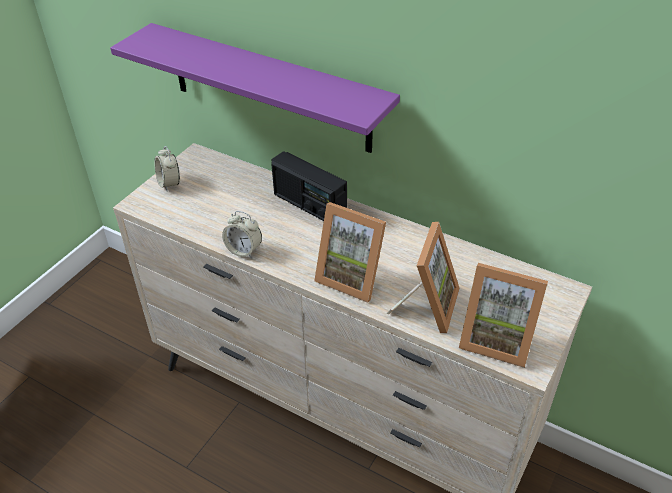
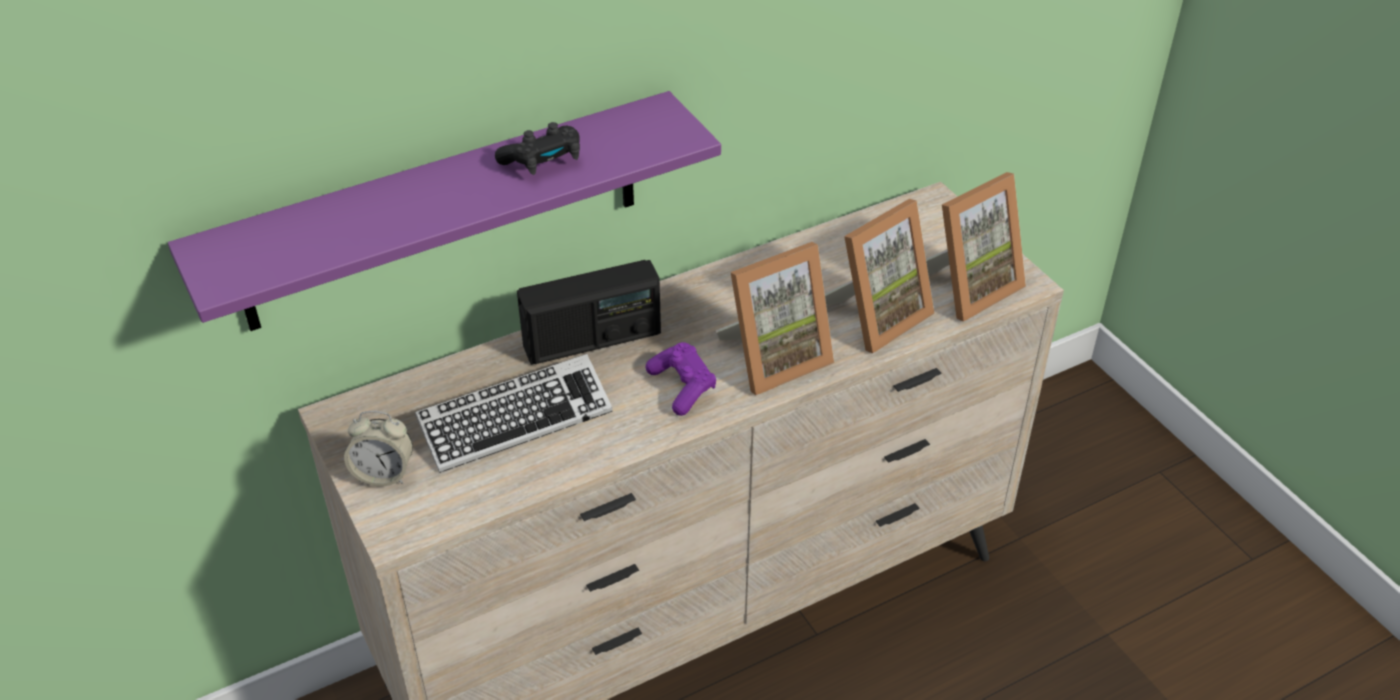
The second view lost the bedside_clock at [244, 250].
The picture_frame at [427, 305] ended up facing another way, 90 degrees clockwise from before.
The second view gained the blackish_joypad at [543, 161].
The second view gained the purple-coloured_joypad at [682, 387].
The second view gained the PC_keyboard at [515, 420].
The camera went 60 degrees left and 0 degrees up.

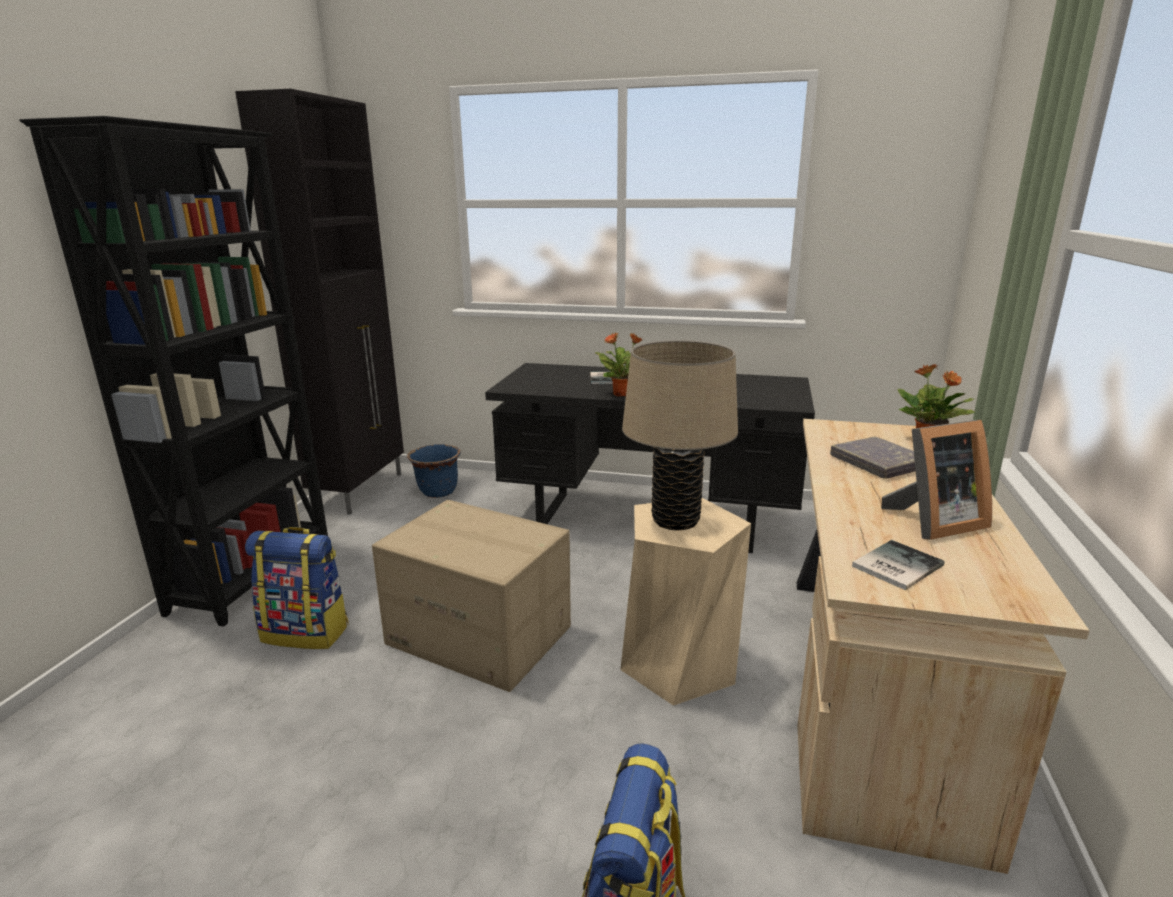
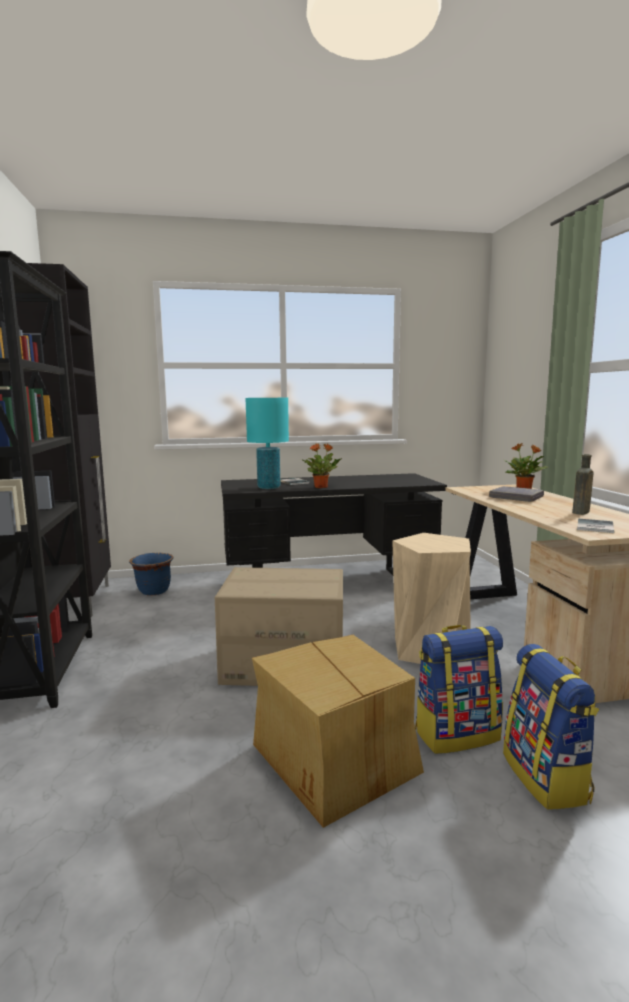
The second view lost the beige_lamp_for_a_table at [675, 520].
Where the picture_frame stood at [932, 522], the brown-coloured_bottle came to stand at [580, 512].
The knapsack ended up elsewhere, having gone from [307, 632] to [456, 734].
The second view gained the turquoise_lamp_for_a_table at [269, 487].
The second view gained the carton at [336, 760].
The camera went 25 degrees left and 10 degrees down.

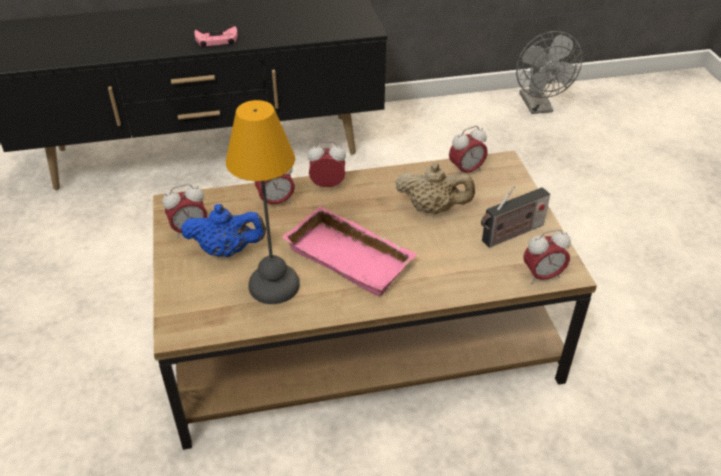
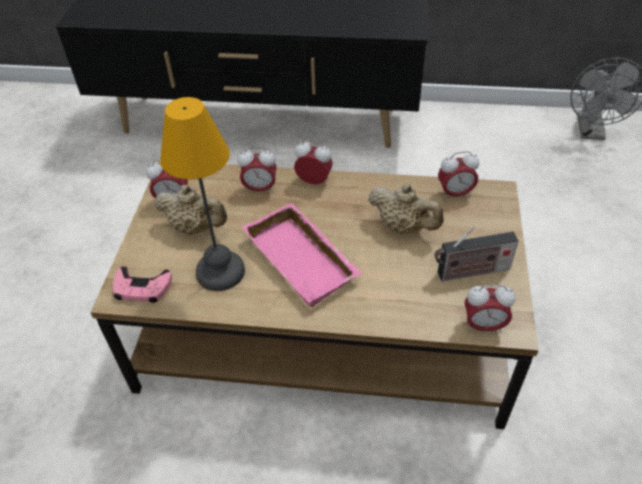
The pink_joypad ended up elsewhere, having gone from [217, 40] to [142, 288].
What was the bluish_teapot at [227, 250] turned into the beige_teapot at [195, 227].
The camera went 20 degrees right and 5 degrees up.

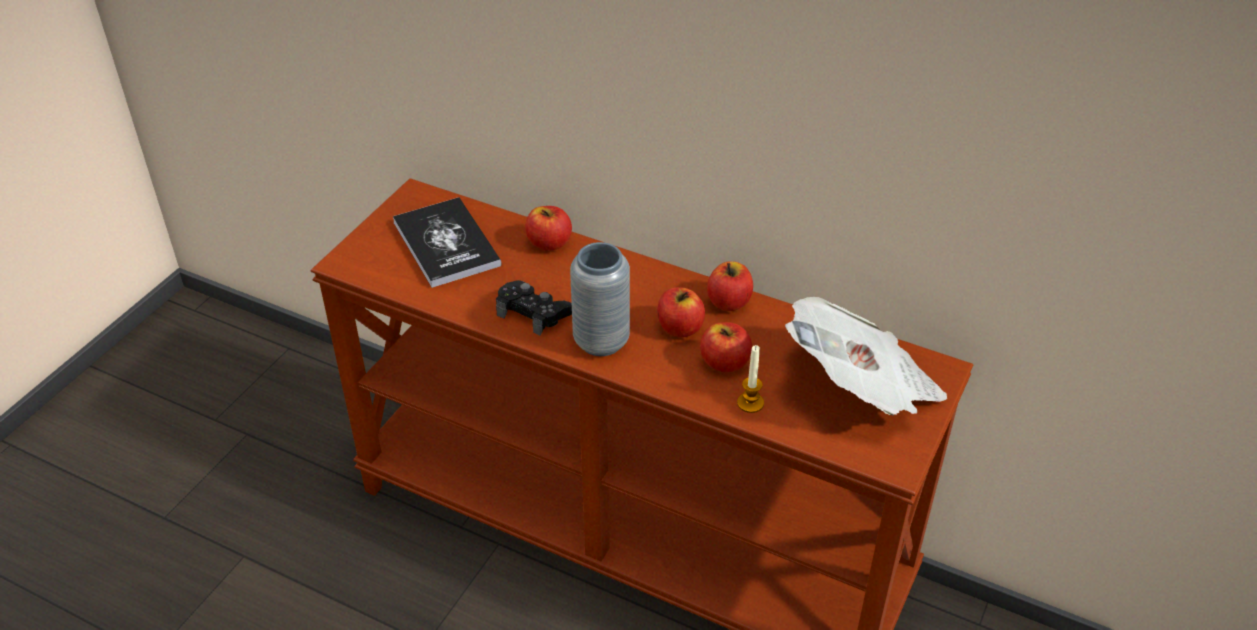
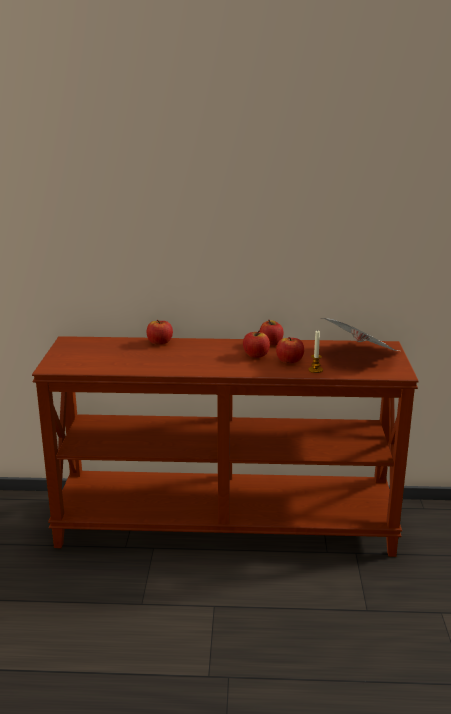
The second view lost the bound_book at [446, 244].
The second view lost the greyish_vase at [601, 342].
The second view lost the blackish_joypad at [533, 313].
The camera went 25 degrees left and 20 degrees down.

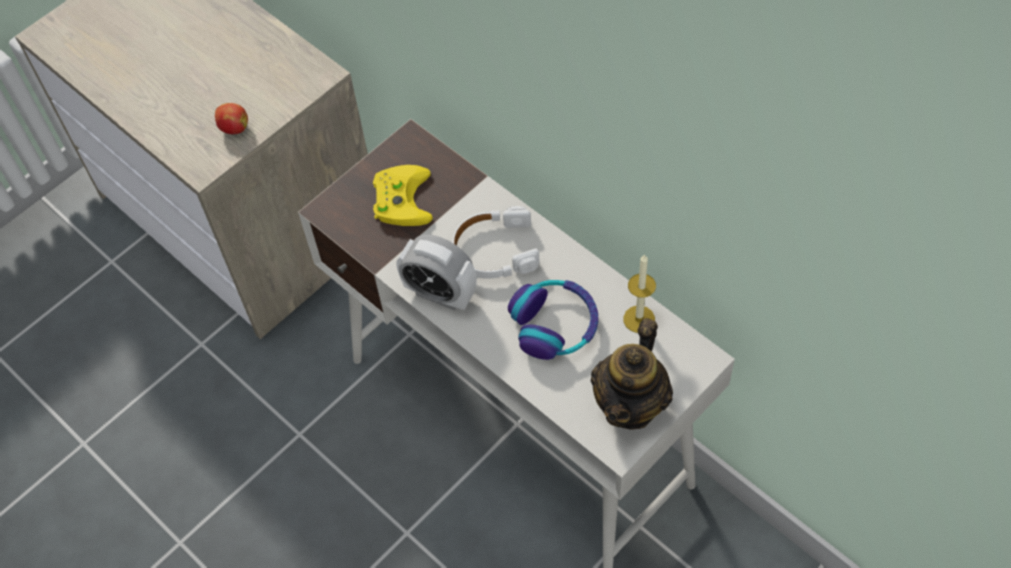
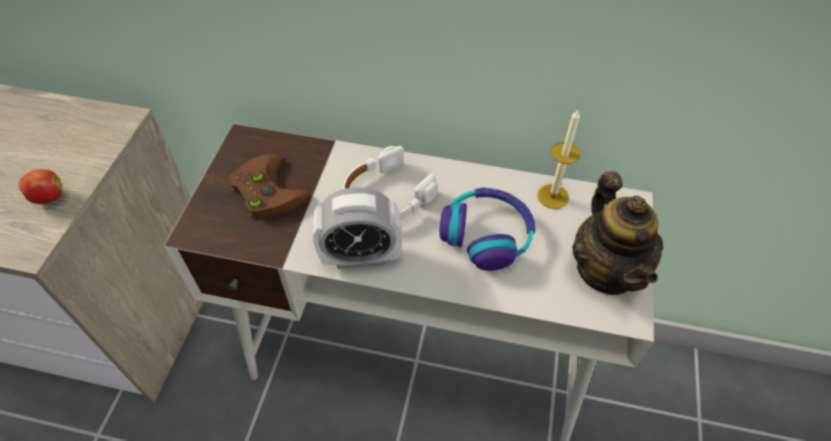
What was the yellowish_joypad at [400, 198] turned into the brown-coloured_joypad at [264, 190].
The camera went 35 degrees left and 5 degrees down.

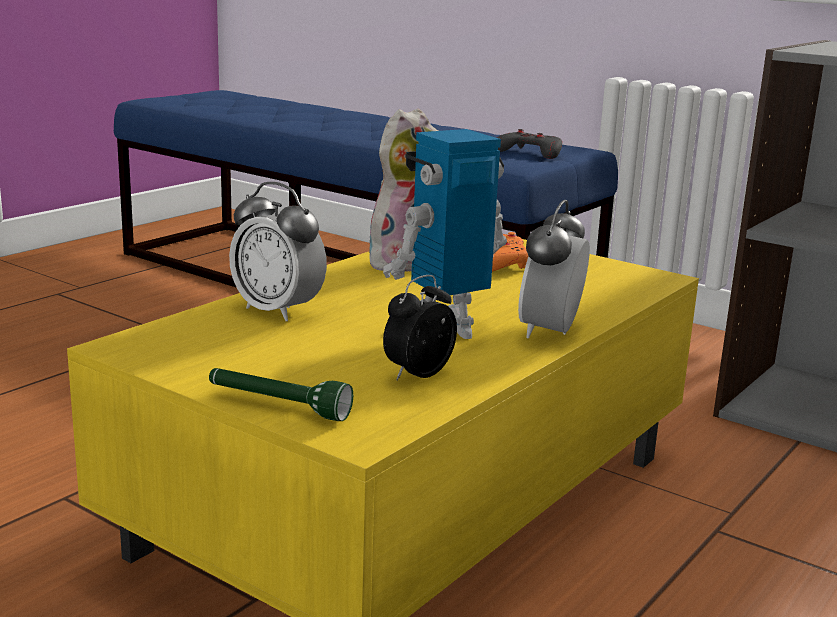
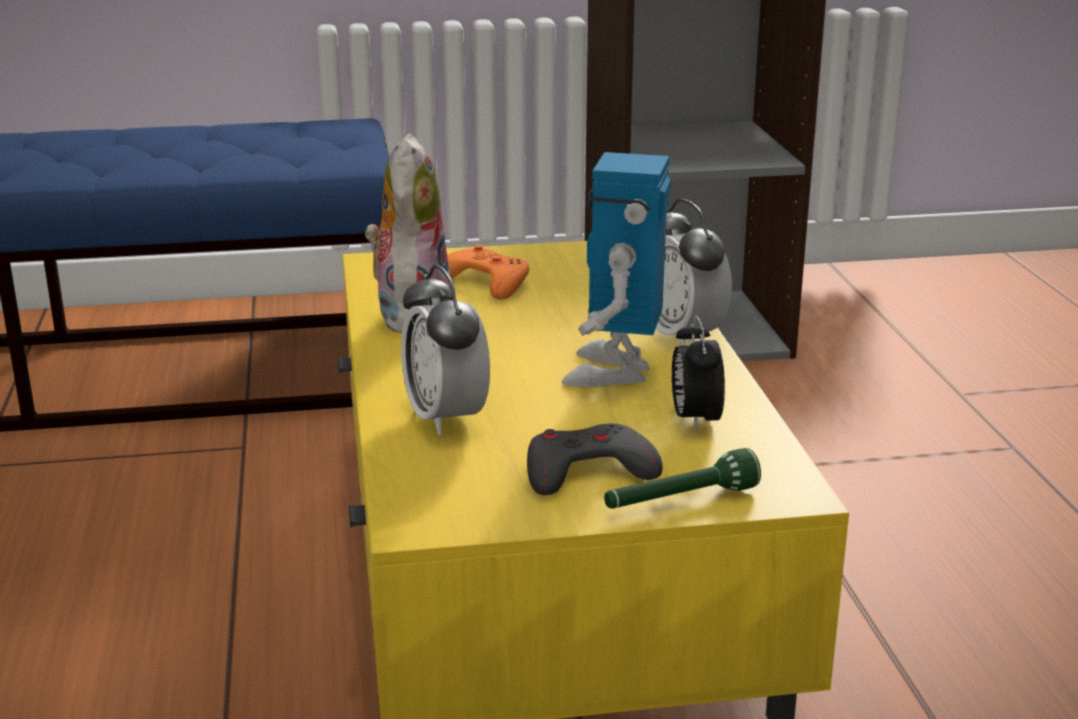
The greyish_joypad ended up elsewhere, having gone from [529, 152] to [587, 471].
The bedside_clock at [278, 311] ended up facing another way, 75 degrees clockwise from before.
The camera went 45 degrees left and 5 degrees up.

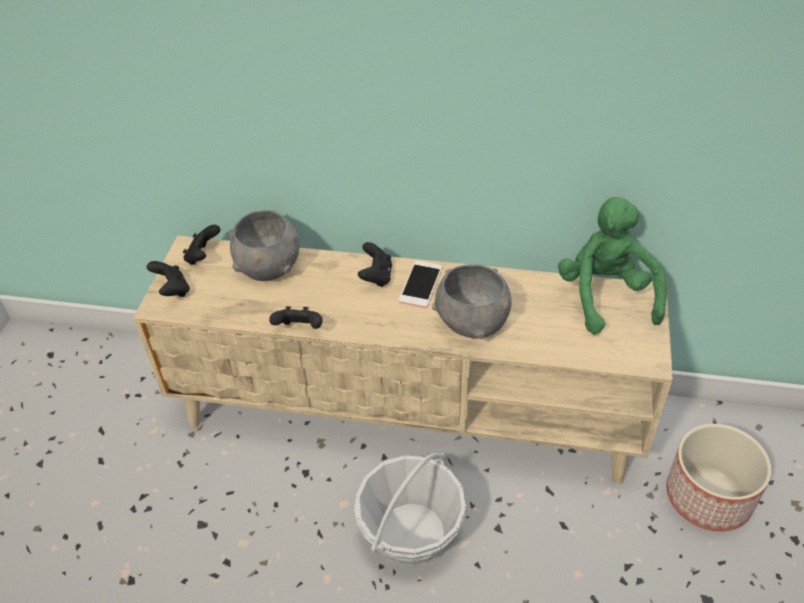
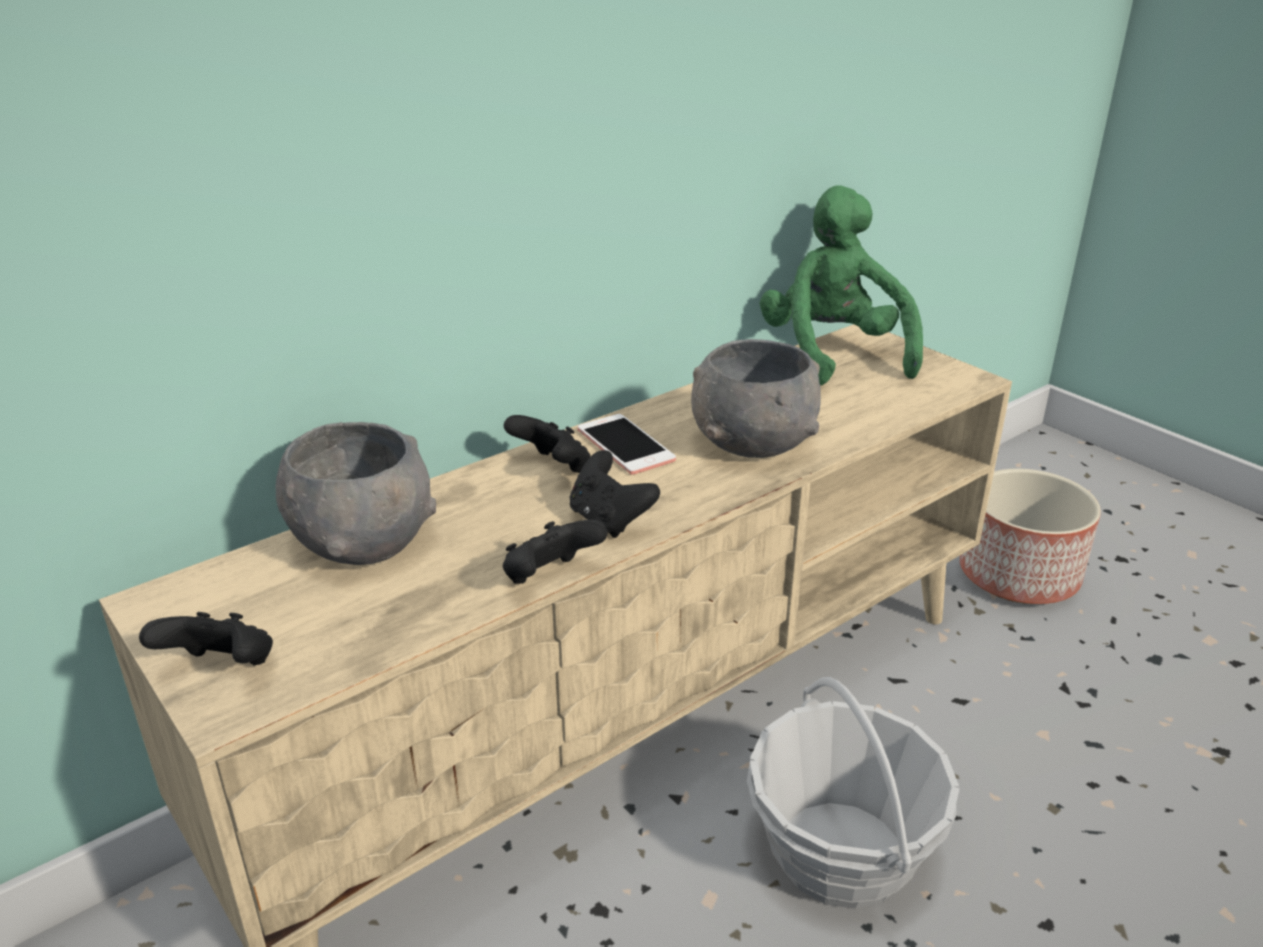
The green_plush_toy at [605, 296] ended up facing another way, 45 degrees clockwise from before.
The blackish_joypad ended up elsewhere, having gone from [203, 256] to [609, 520].
The camera went 50 degrees left and 15 degrees down.

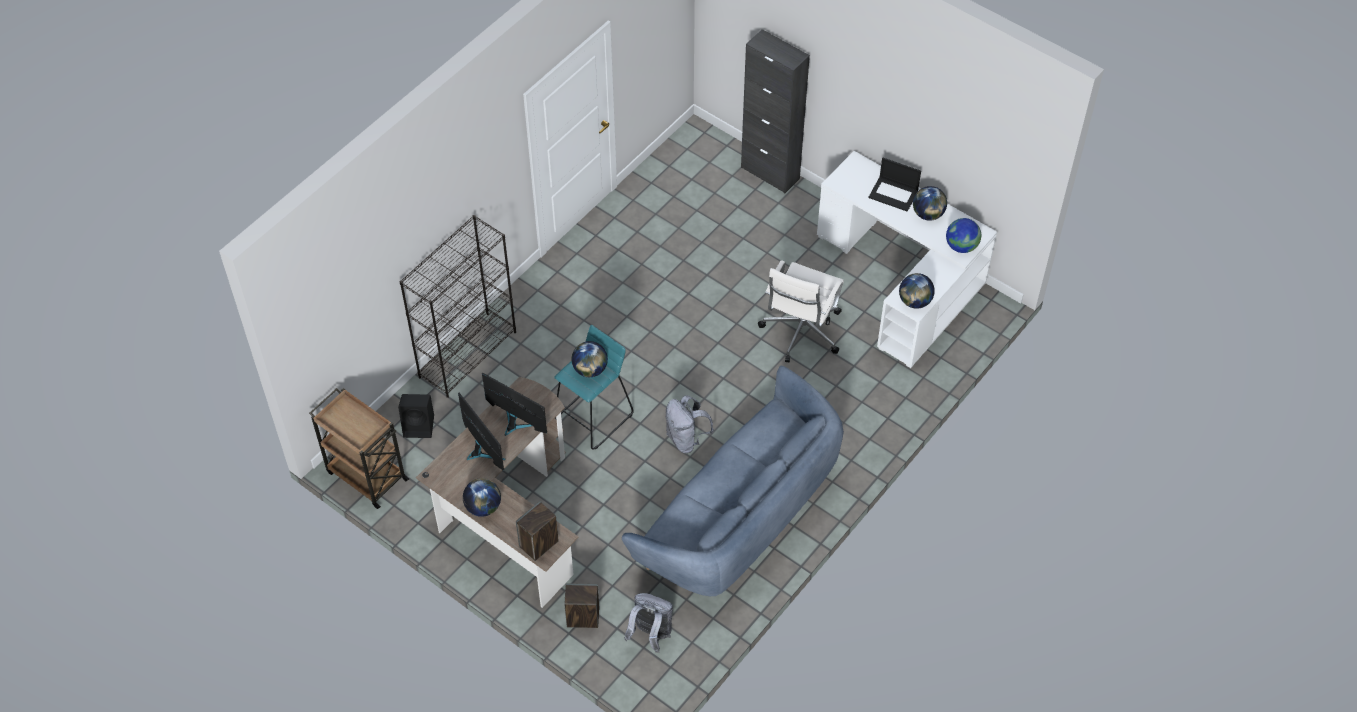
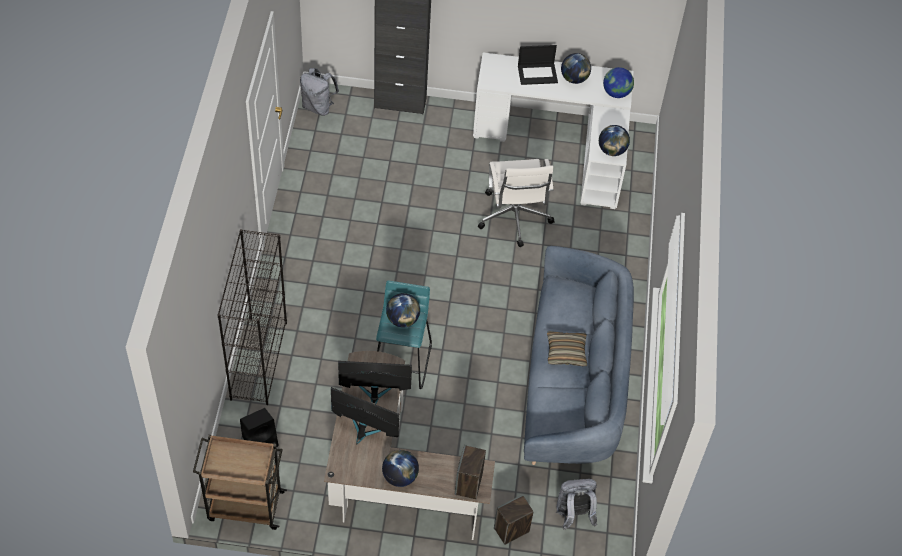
The greyish_knapsack ended up elsewhere, having gone from [686, 439] to [318, 107].
The second view gained the cushion at [566, 352].
The camera went 35 degrees left and 0 degrees up.

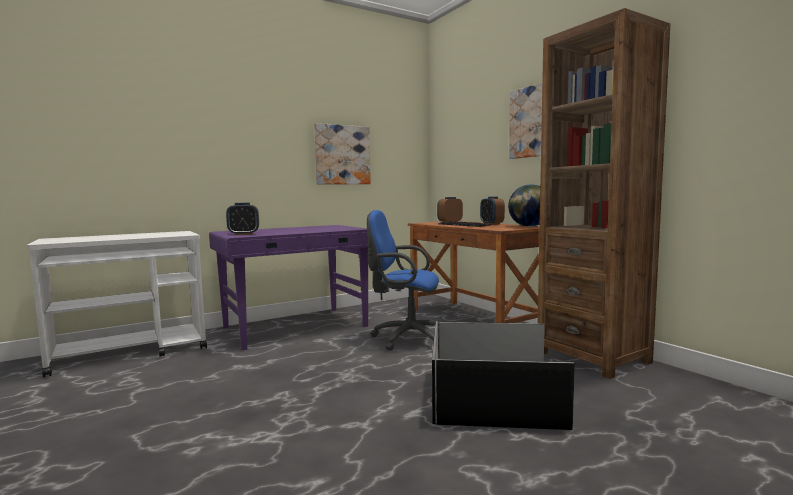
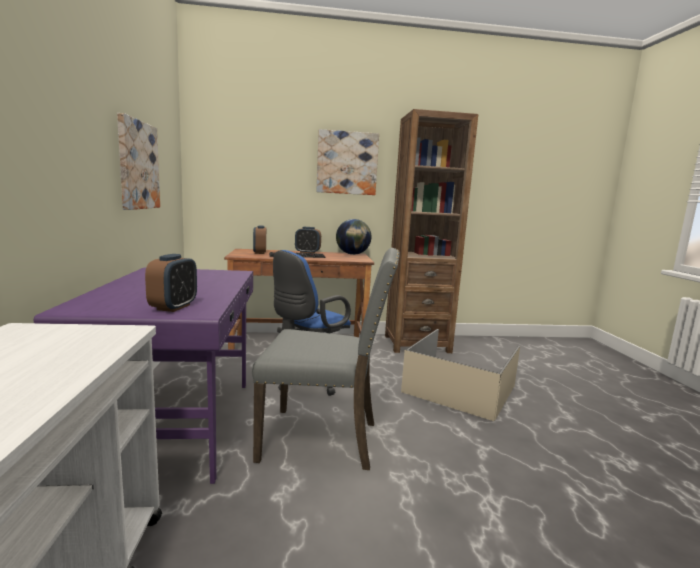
What was the blackish_storage_container at [495, 398] turned into the beige_storage_container at [461, 389].
The second view gained the greyish_upright_chair at [323, 439].
The camera went 65 degrees left and 5 degrees up.

